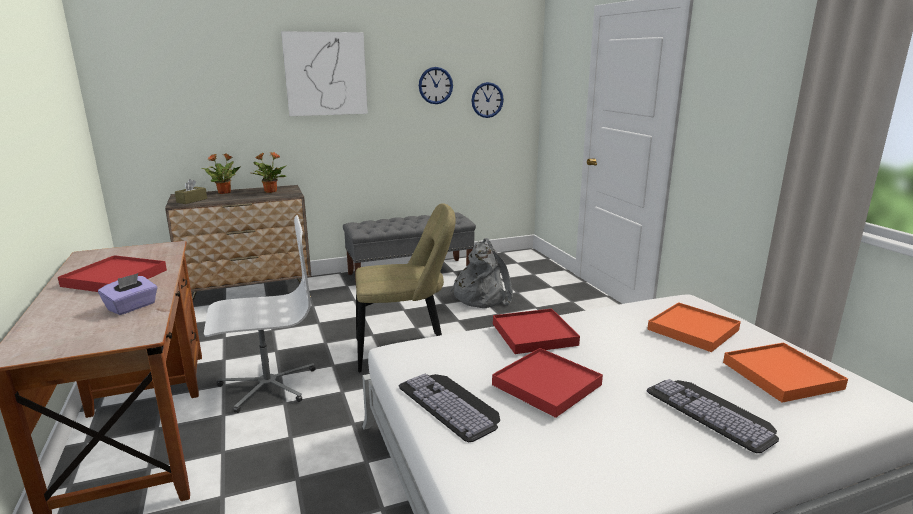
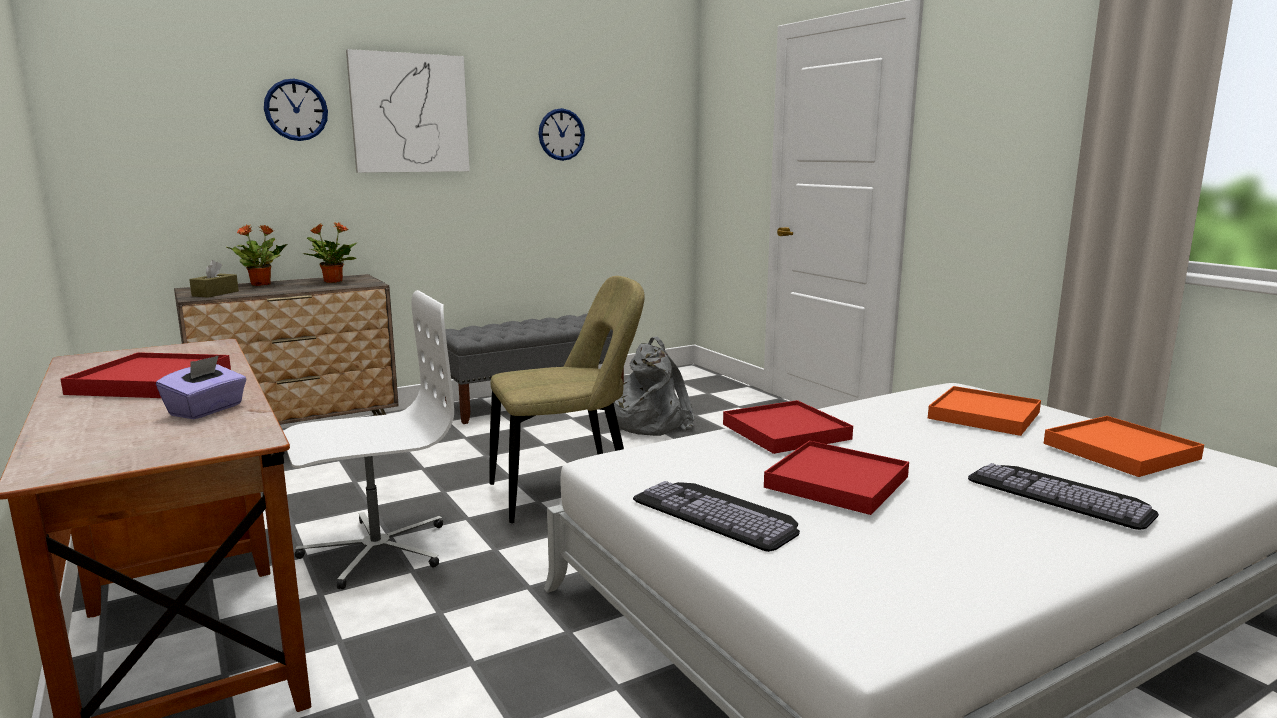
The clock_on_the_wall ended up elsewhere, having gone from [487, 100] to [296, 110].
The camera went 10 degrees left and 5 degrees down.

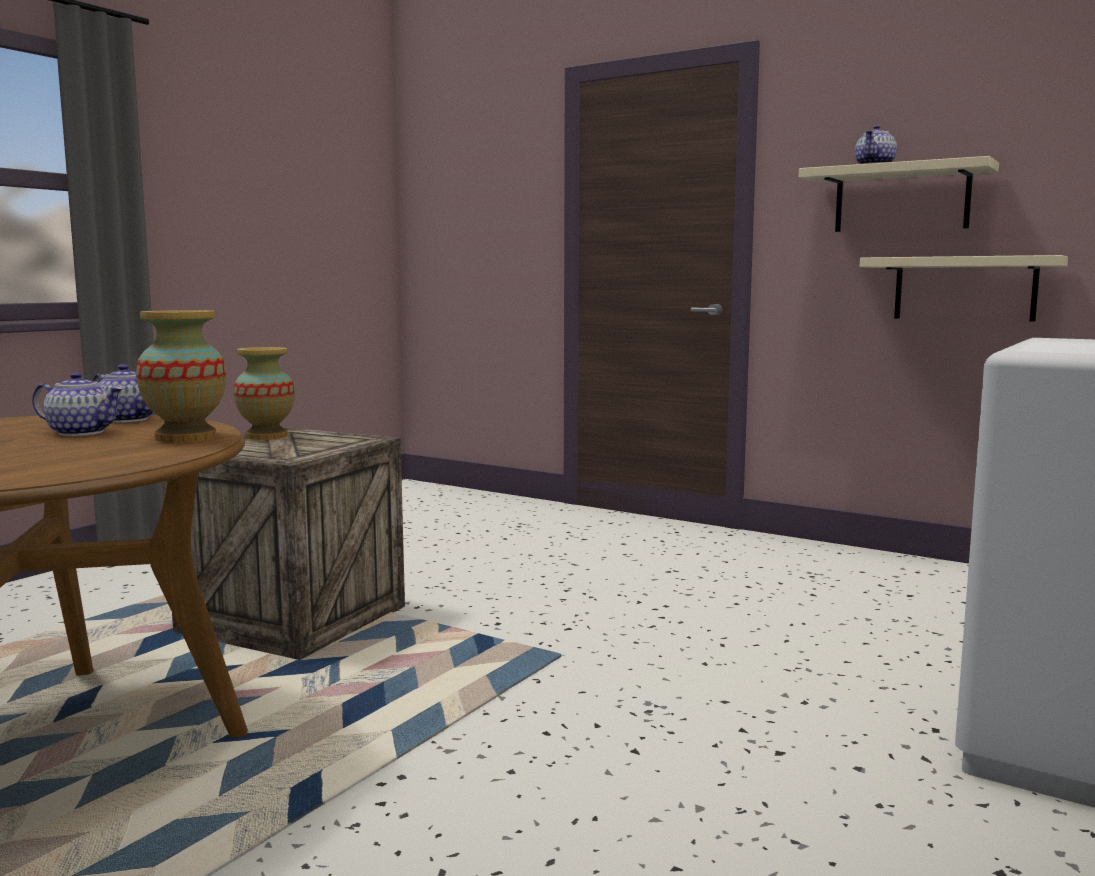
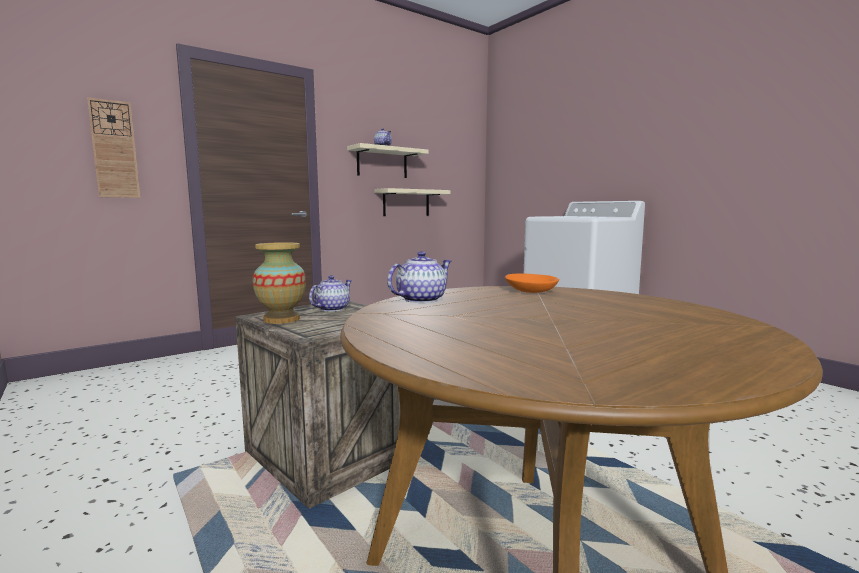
Where the vase stood at [185, 438], the orange-coloured_bowl came to stand at [531, 291].
The teapot ended up elsewhere, having gone from [80, 432] to [331, 309].
The second view gained the clock_on_the_wall at [114, 149].
The camera went 70 degrees left and 0 degrees up.

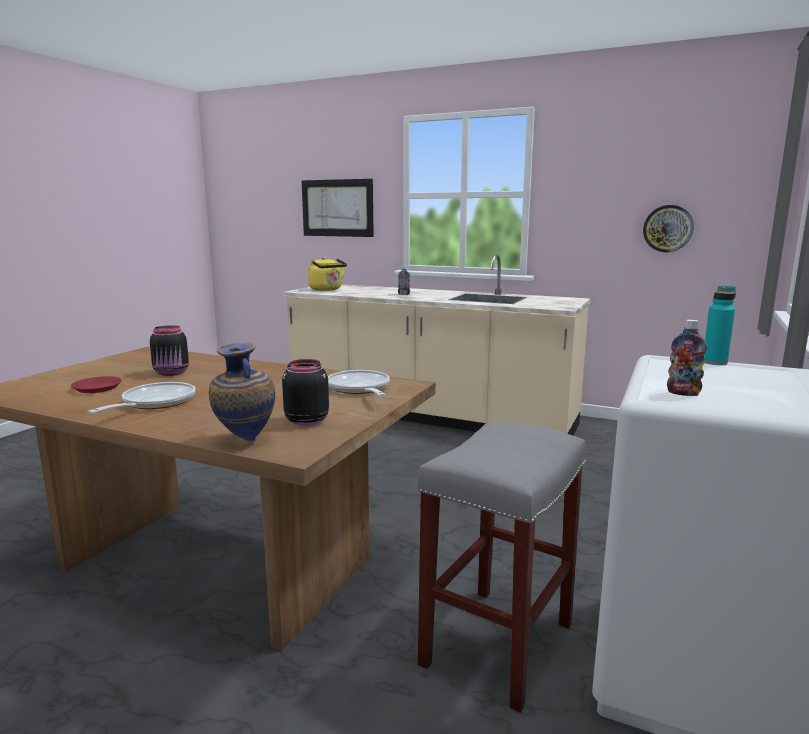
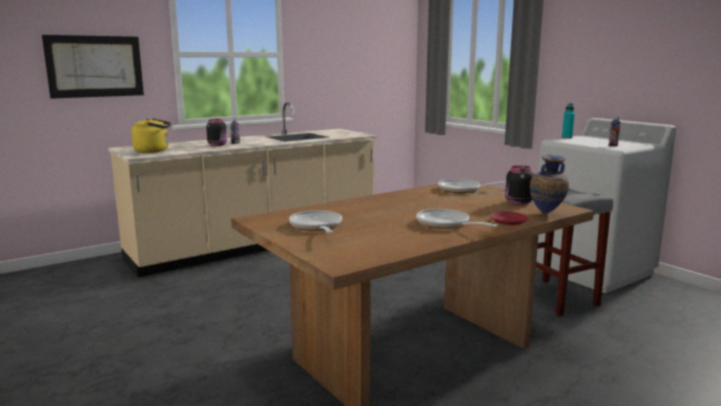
The second view lost the clock_on_the_wall at [668, 228].
The blackish_storage_jar ended up elsewhere, having gone from [172, 373] to [218, 145].
The red_plate ended up elsewhere, having gone from [97, 388] to [509, 221].
The second view gained the frying_pan at [316, 226].
The camera went 60 degrees left and 0 degrees up.

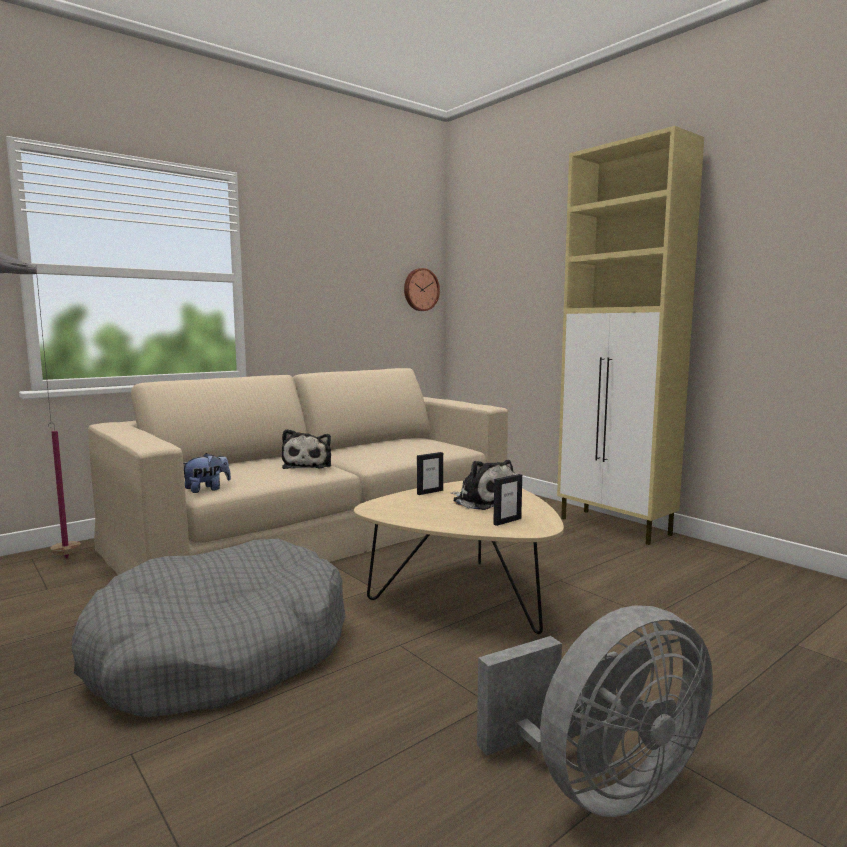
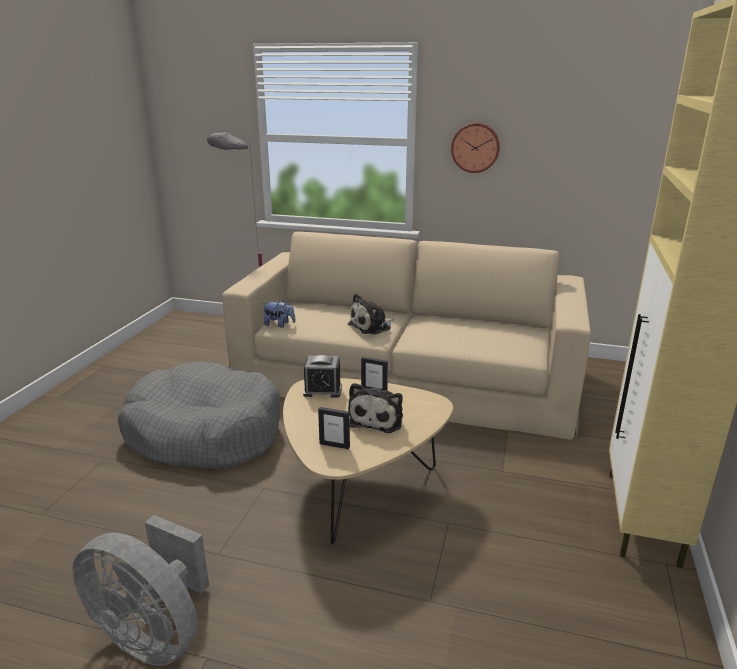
The clock_on_the_wall ended up elsewhere, having gone from [420, 289] to [475, 147].
The second view gained the bedside_clock at [322, 390].
The camera went 55 degrees right and 15 degrees up.

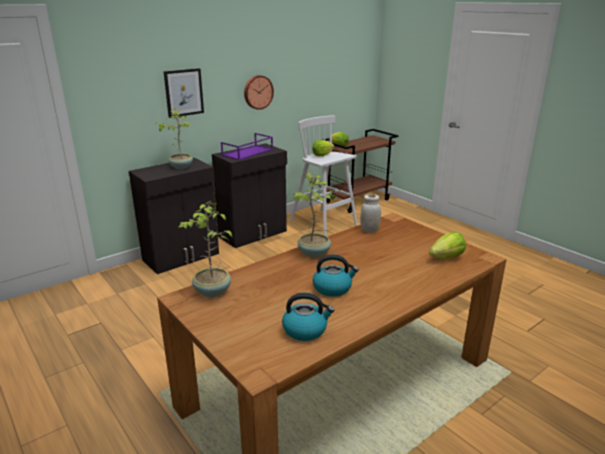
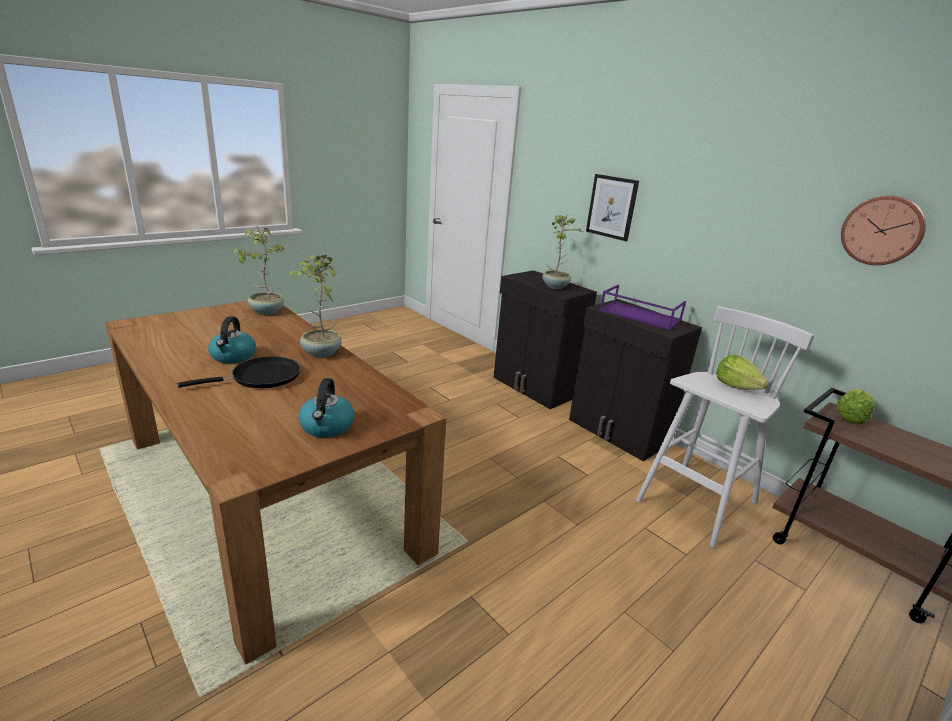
The clock_on_the_wall ended up elsewhere, having gone from [257, 92] to [882, 230].
The second view lost the whitish_storage_jar at [369, 230].
The second view lost the head_of_lettuce at [446, 257].
The water_kettle ended up elsewhere, having gone from [305, 330] to [327, 427].
The second view gained the blackish_frying_pan at [261, 377].
The camera went 85 degrees right and 0 degrees up.

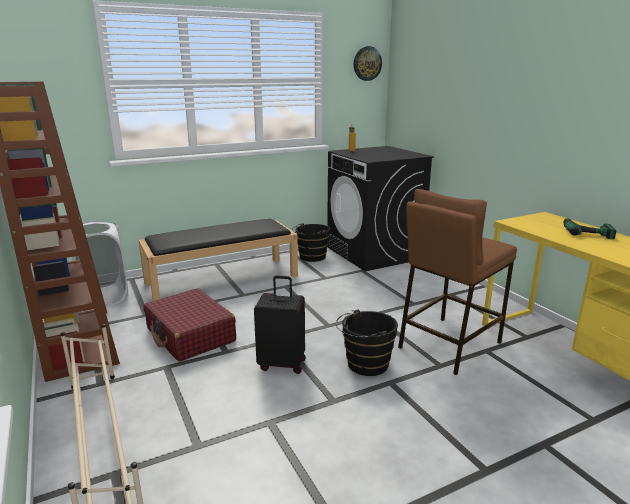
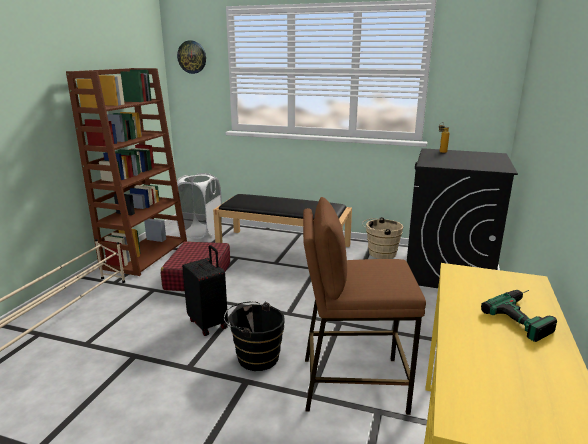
The clock_on_the_wall ended up elsewhere, having gone from [367, 63] to [192, 57].
What was the blackish_water_bucket at [310, 257] turned into the beige_water_bucket at [379, 253].
The camera went 45 degrees right and 0 degrees up.

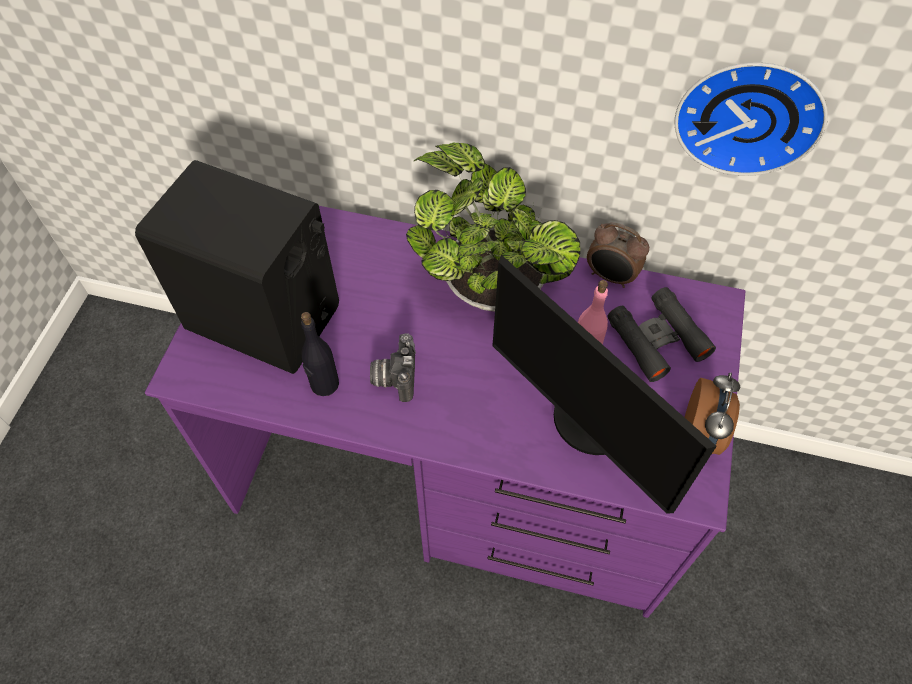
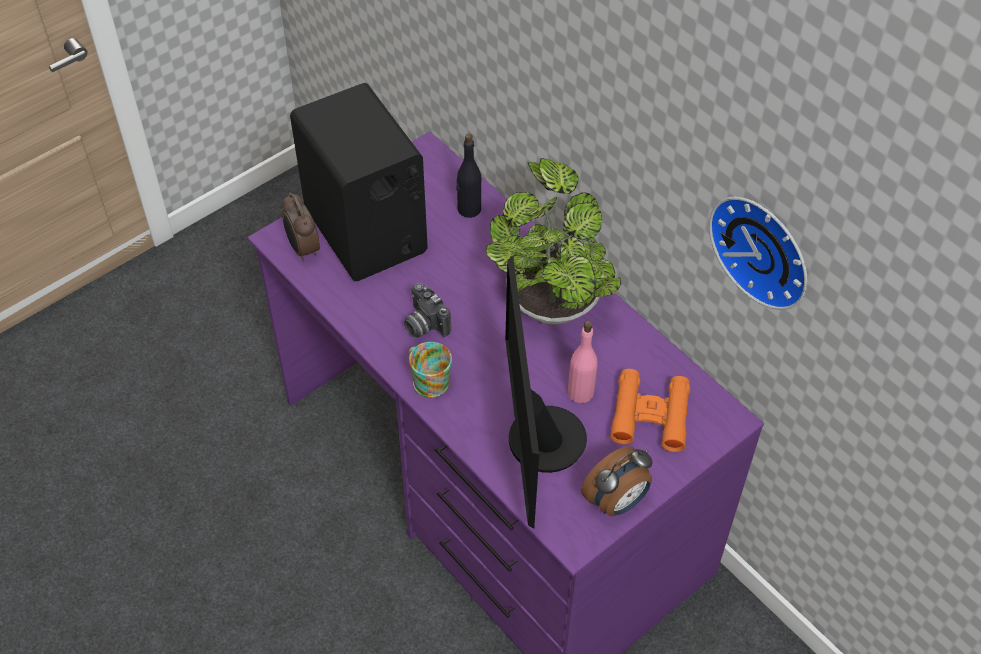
The bedside_clock ended up elsewhere, having gone from [610, 277] to [303, 249].
What was the blackish_pair_of_binoculars at [657, 339] turned into the orange-coloured_pair_of_binoculars at [650, 415].
The blackish_bottle ended up elsewhere, having gone from [324, 384] to [468, 209].
The photo_camera at [394, 376] ended up facing another way, 75 degrees counterclockwise from before.
The second view gained the coffee_mug at [428, 379].
The camera went 35 degrees right and 5 degrees down.

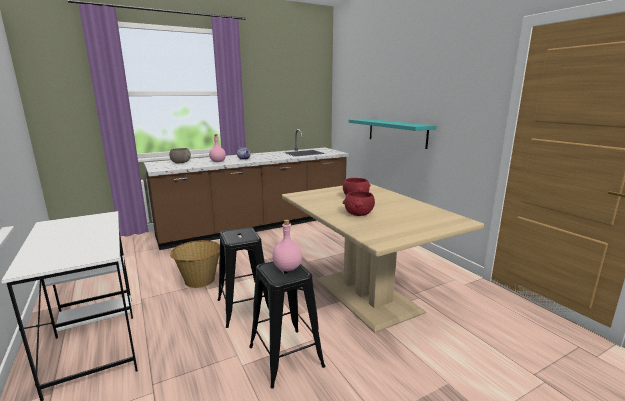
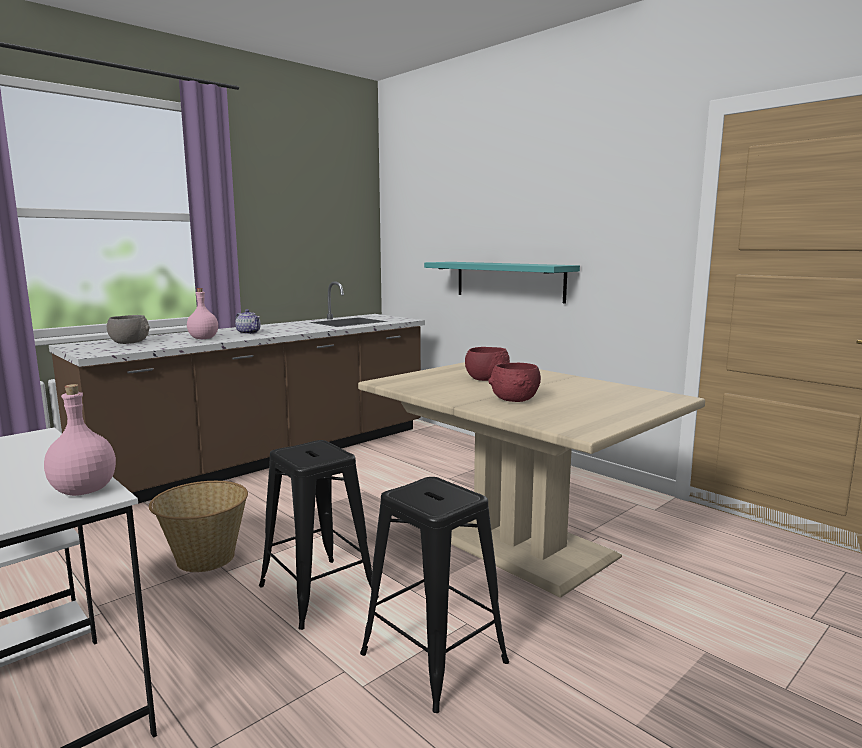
The pink_bottle ended up elsewhere, having gone from [288, 268] to [85, 490].
The camera went 15 degrees left and 5 degrees down.

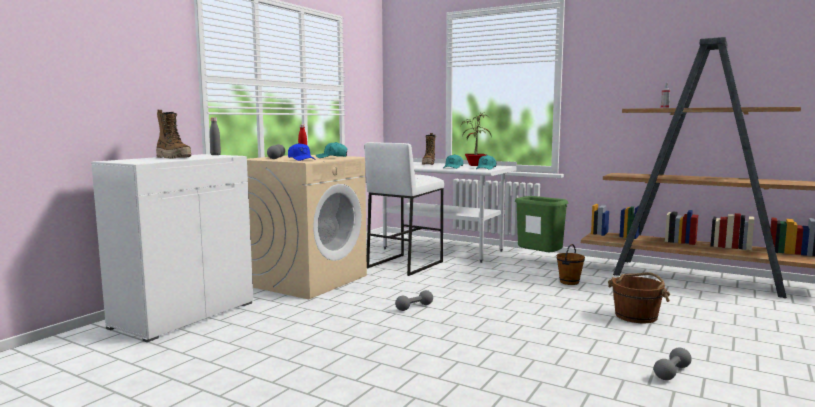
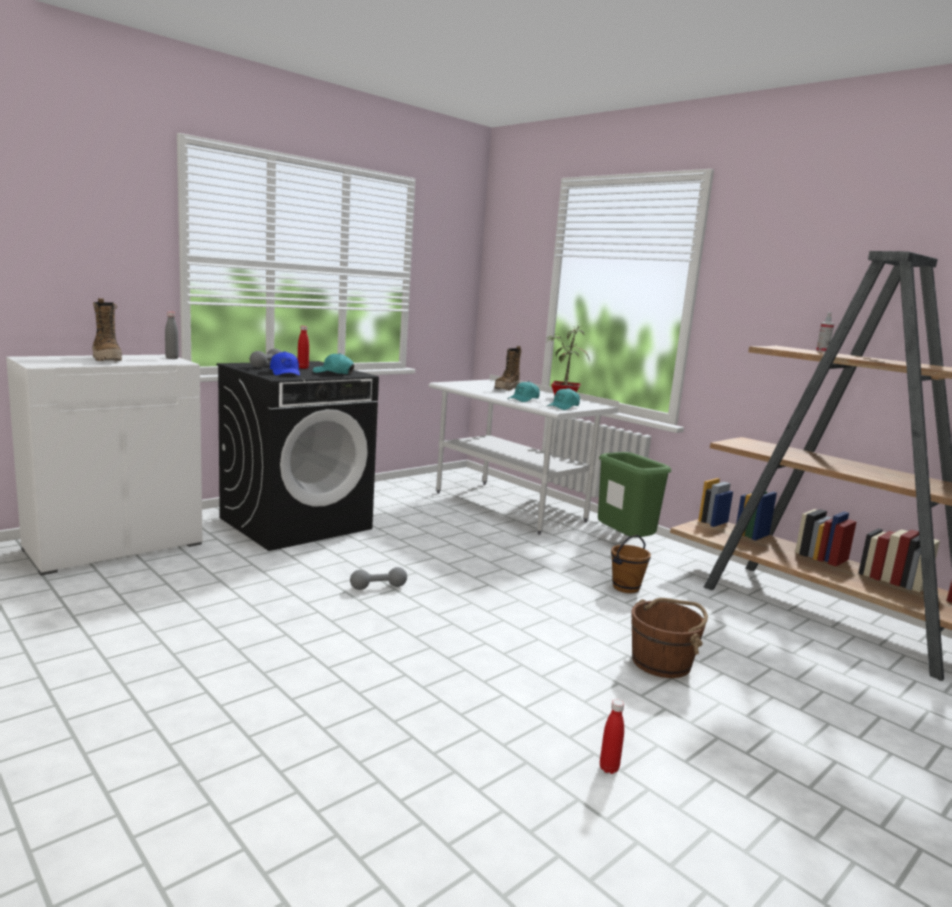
The second view lost the whitish_stool at [404, 264].
What was the beige_laundry_machine at [307, 280] turned into the blackish_laundry_machine at [296, 523].
Where the greyish_dumbbell stood at [672, 373], the red_bottle came to stand at [609, 768].
The camera went 15 degrees right and 5 degrees up.

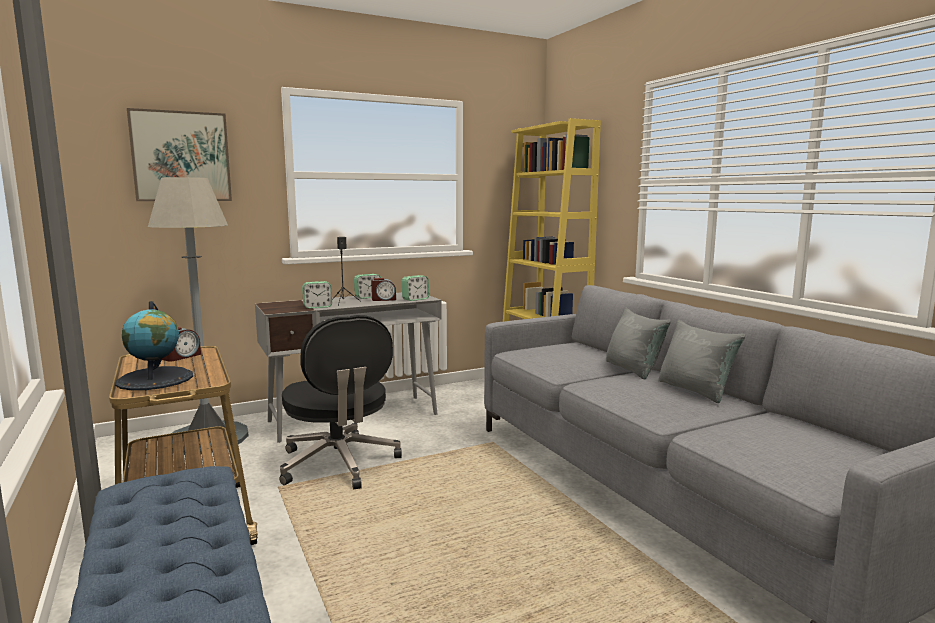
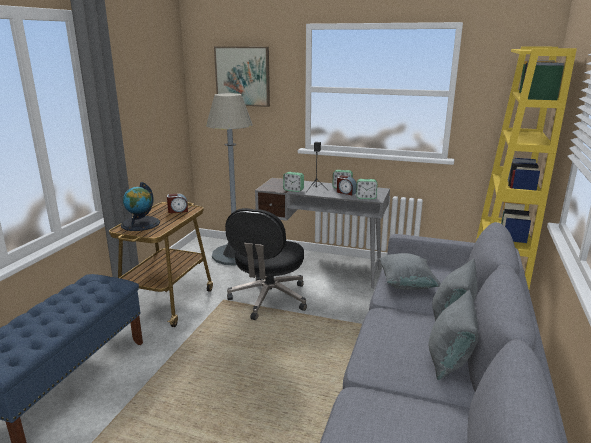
The second view gained the greyish_cushion at [406, 284].
The camera went 45 degrees right and 10 degrees up.

